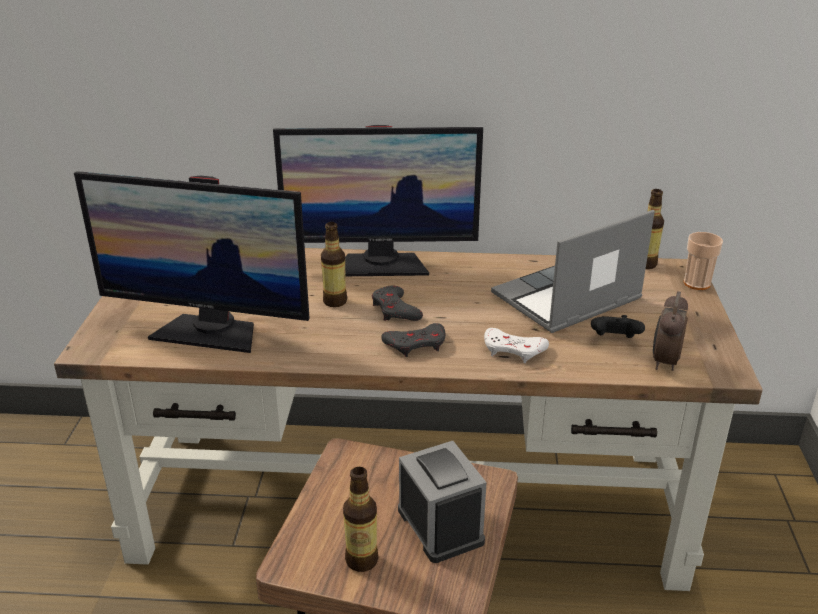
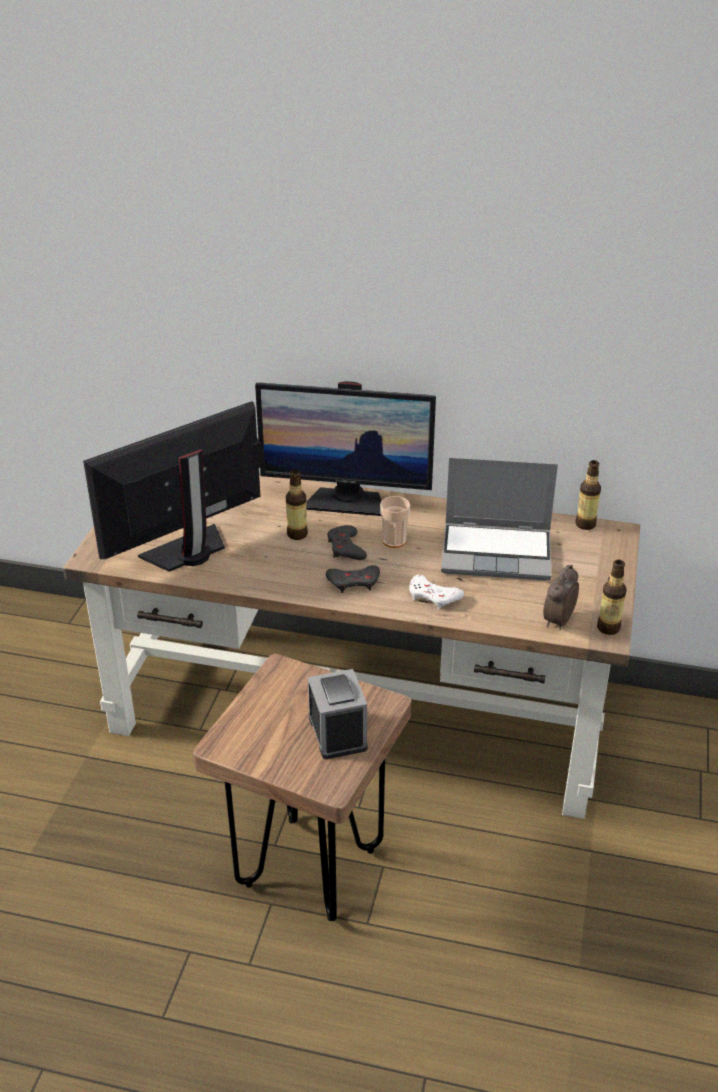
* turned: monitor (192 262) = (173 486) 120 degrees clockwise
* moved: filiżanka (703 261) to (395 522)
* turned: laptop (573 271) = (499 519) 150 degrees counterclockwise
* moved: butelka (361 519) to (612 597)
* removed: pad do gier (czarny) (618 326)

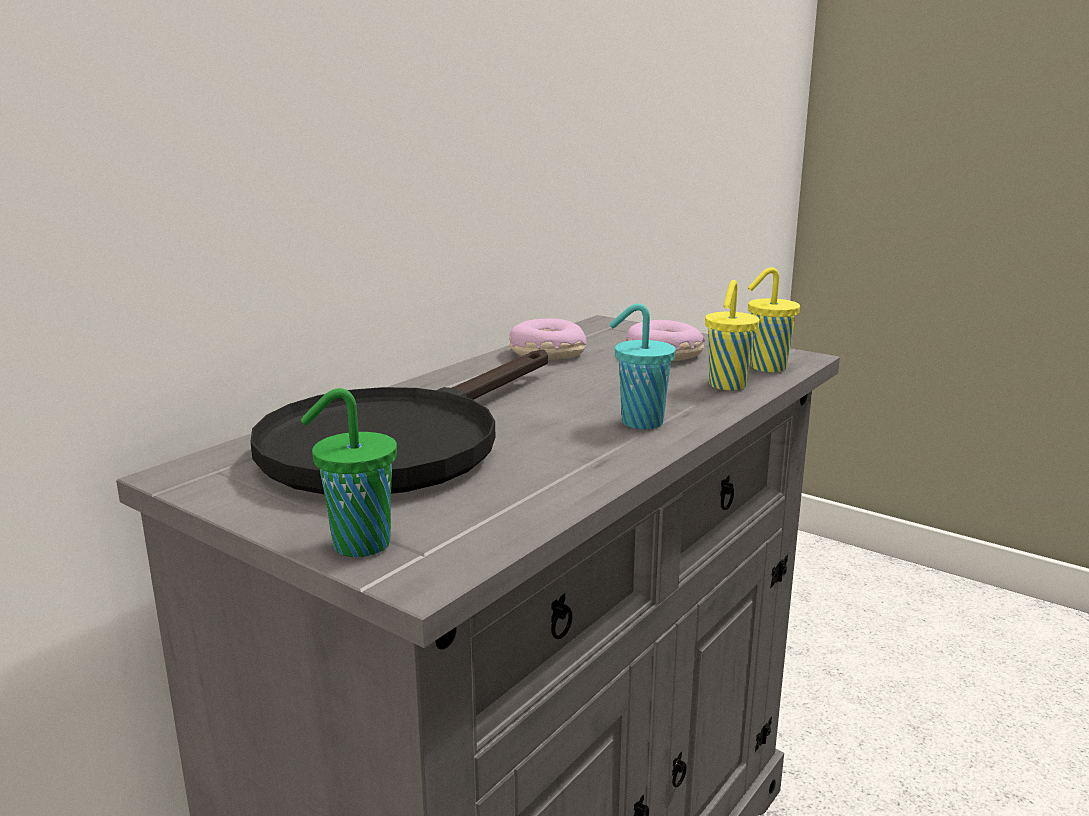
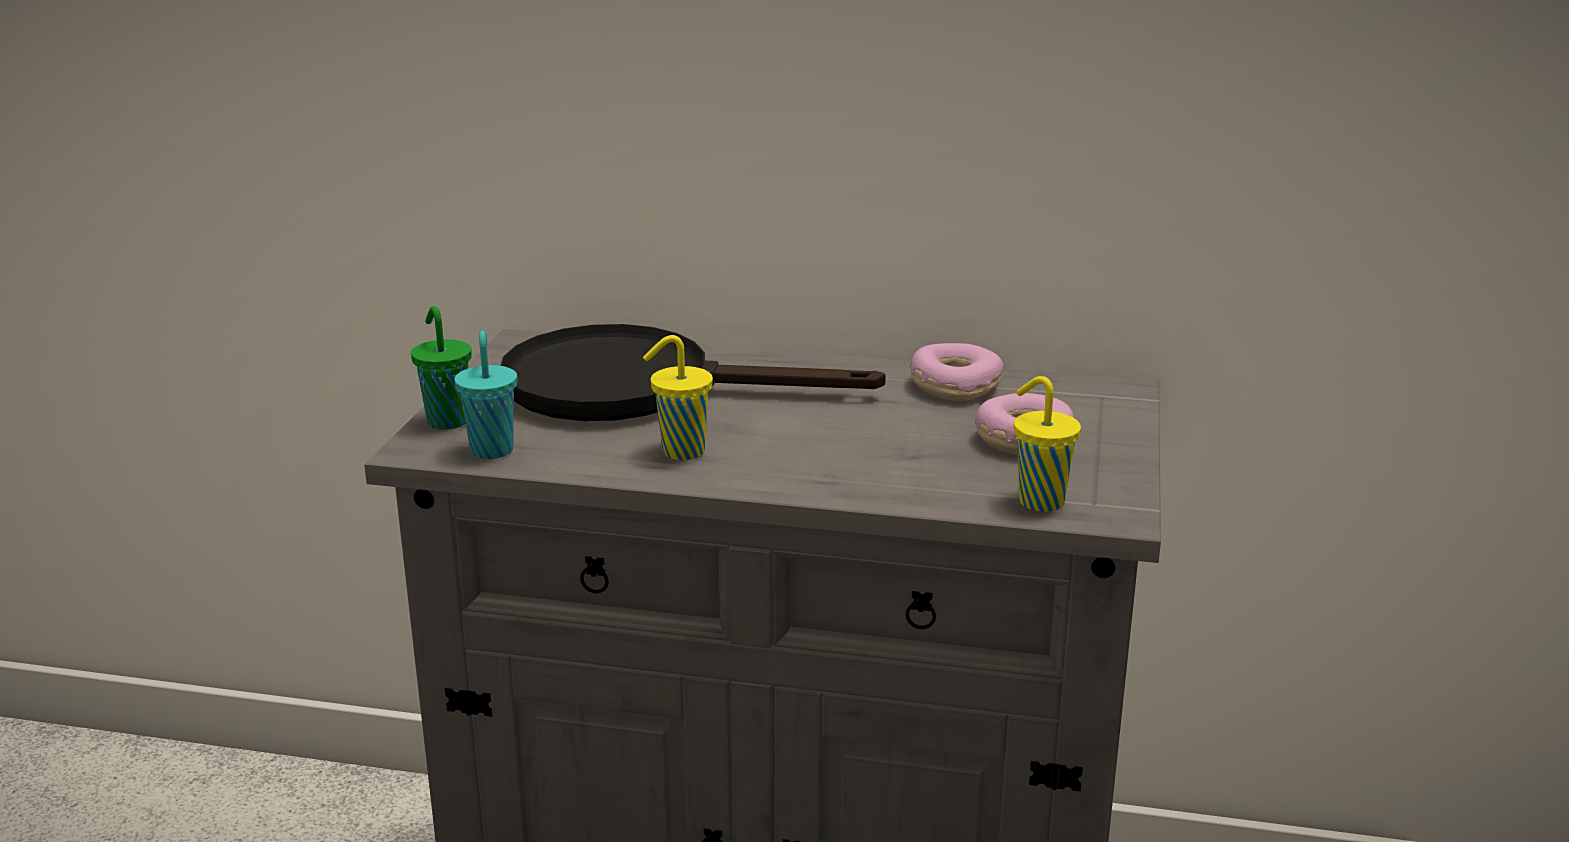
* moved: filiżanka (turkusowy) (643 367) to (485 395)
* moved: filiżanka (żółty) (732 335) to (678 397)

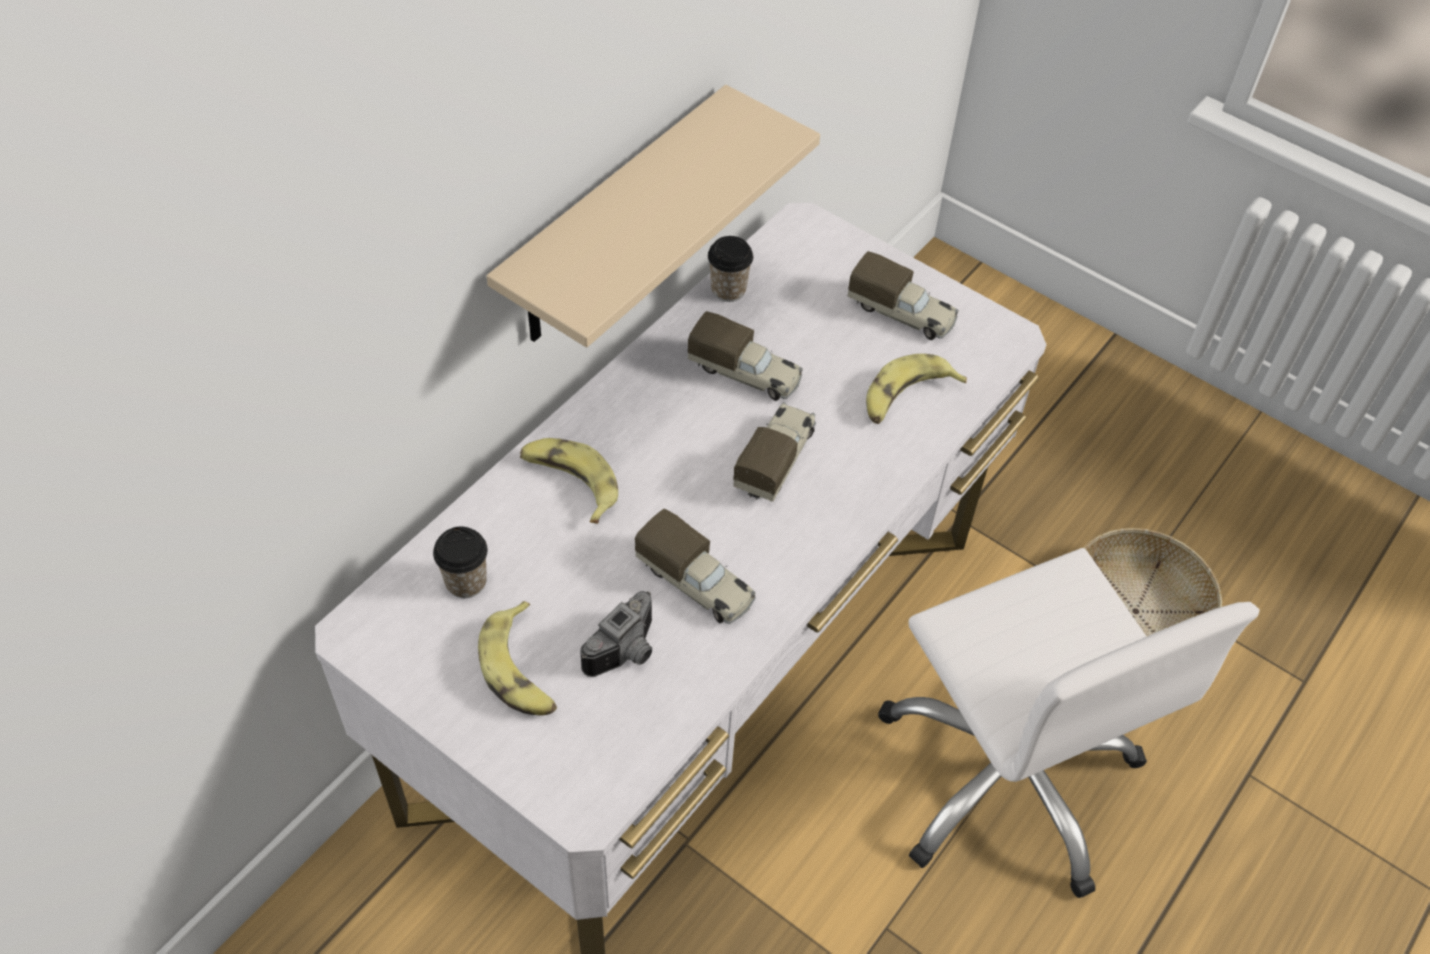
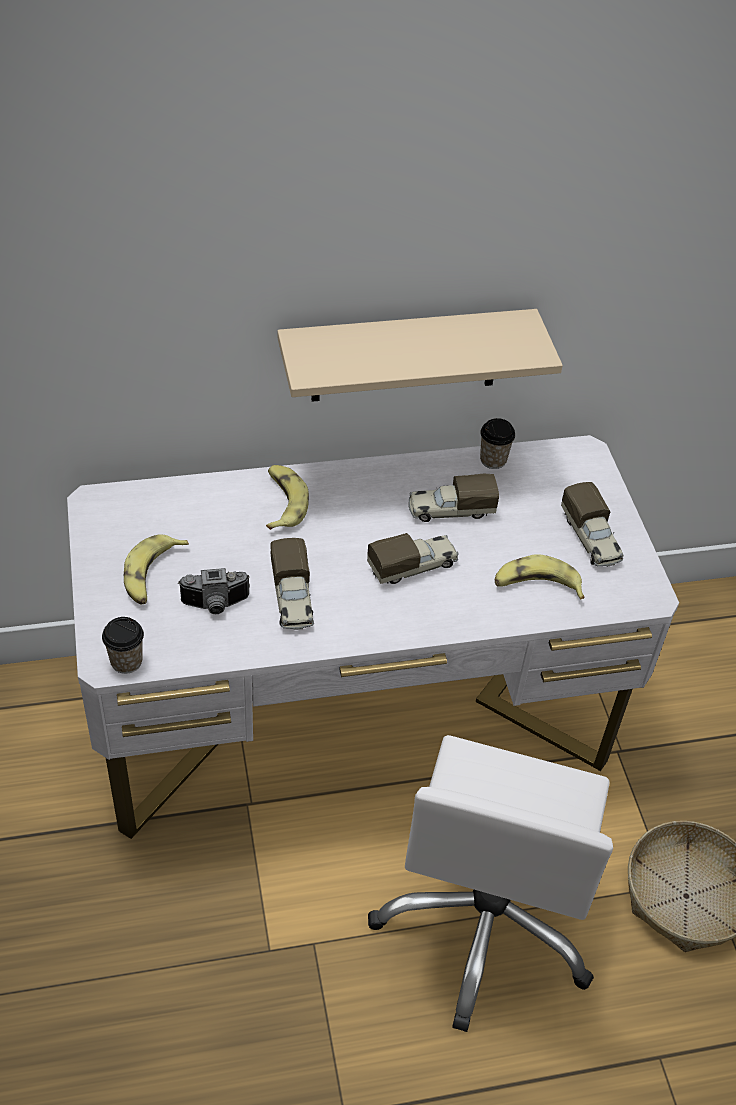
* moved: filiżanka (460 562) to (123 645)
* turned: ciężarówka zabawkowa (745 356) = (453 498) 105 degrees clockwise

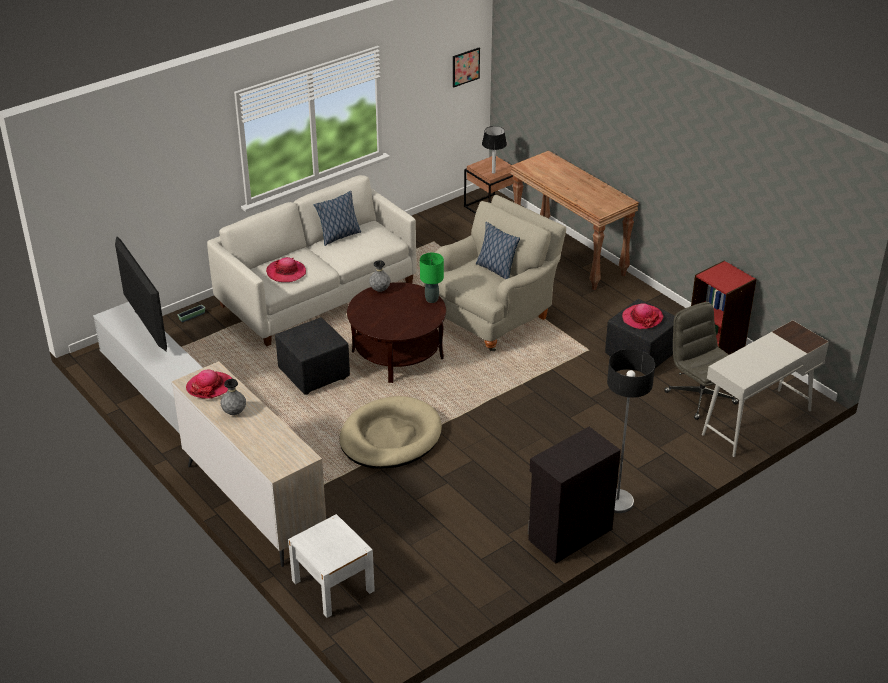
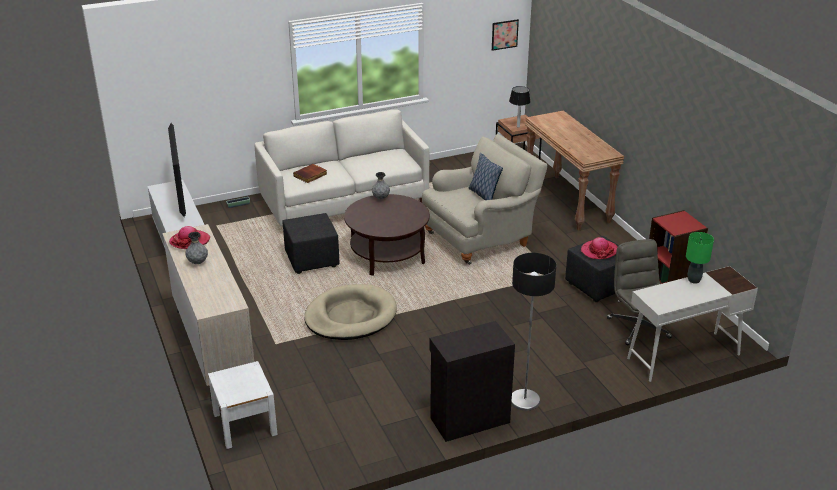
* replaced: kapelusz (286 269) to książka (310 173)
* moved: lampa stołowa (zielony) (432 278) to (700 258)
* removed: poduszka (337 218)

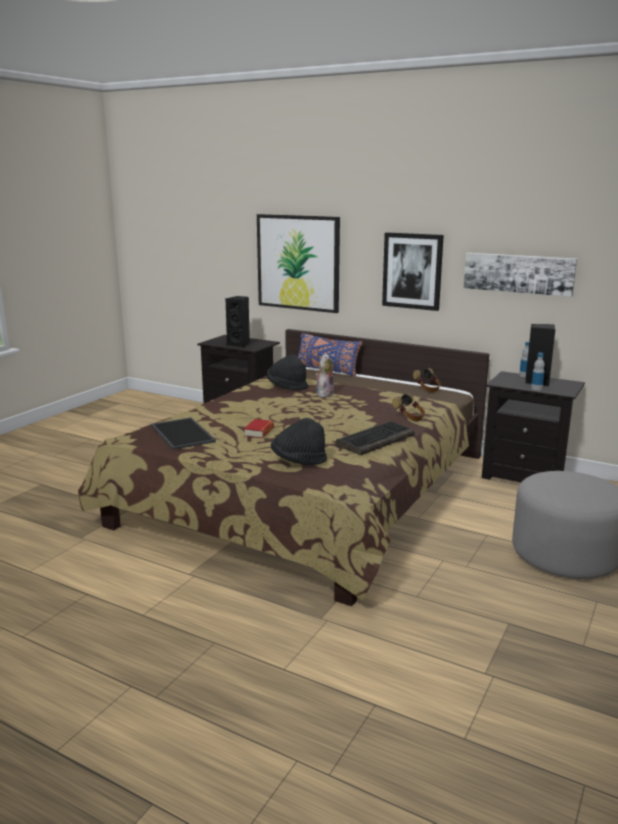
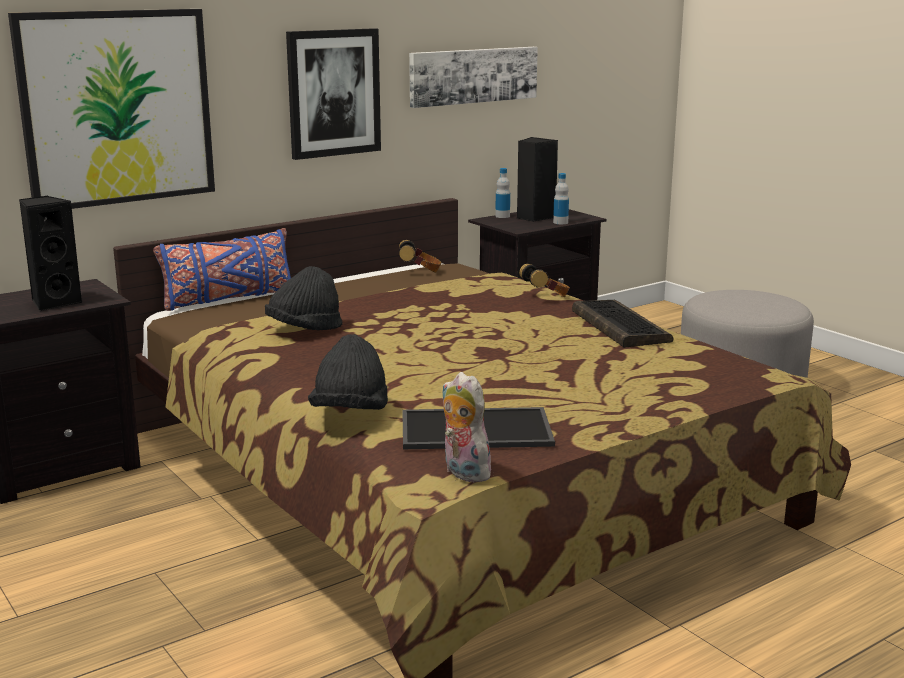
* moved: kapelusz (czarny) (299 441) to (348 372)
* moved: pluszak (325 375) to (467 427)
* removed: książka (259 428)

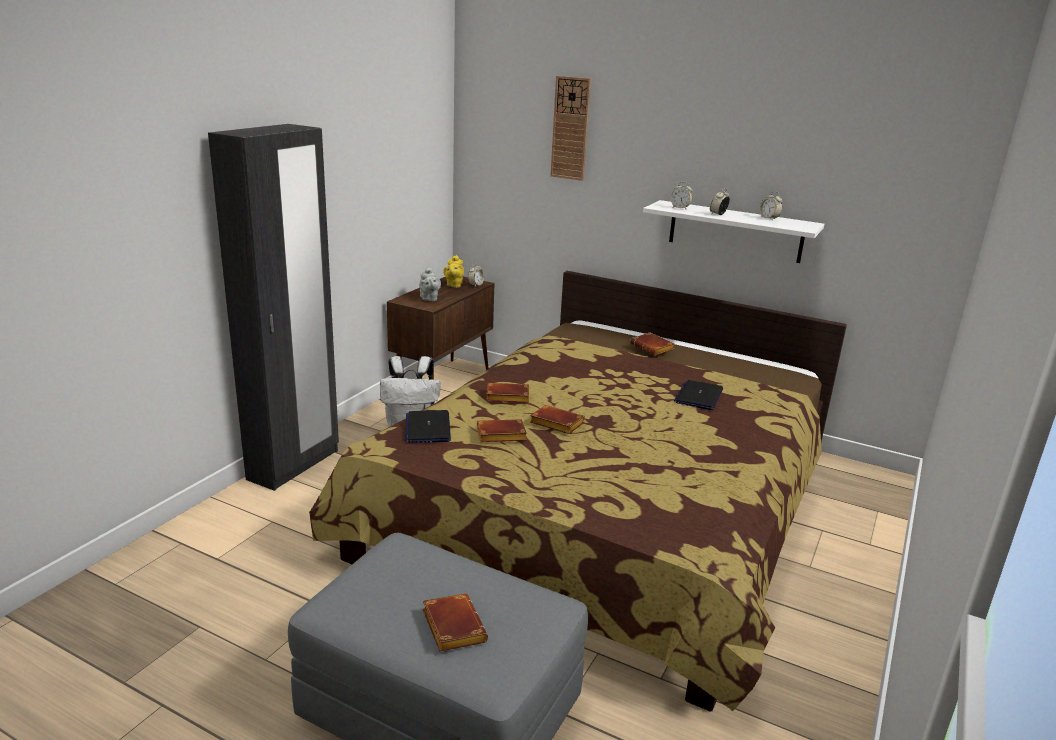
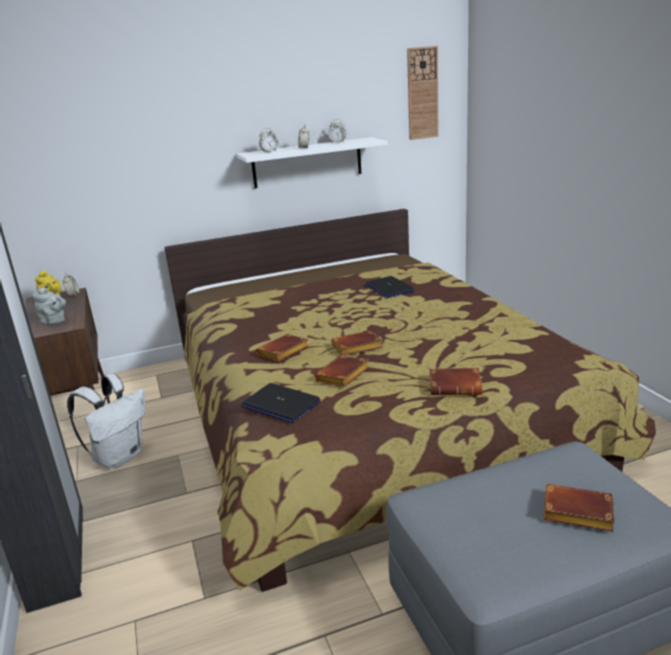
* moved: zegar ścienny (570 128) to (422 93)
* moved: książka (brązowy) (652 344) to (456 381)

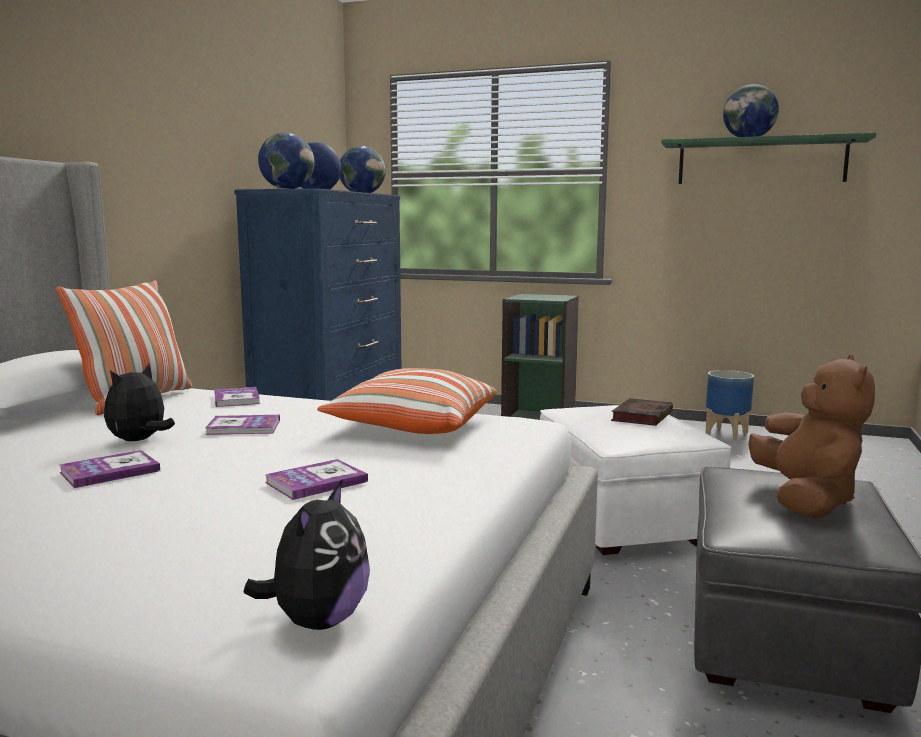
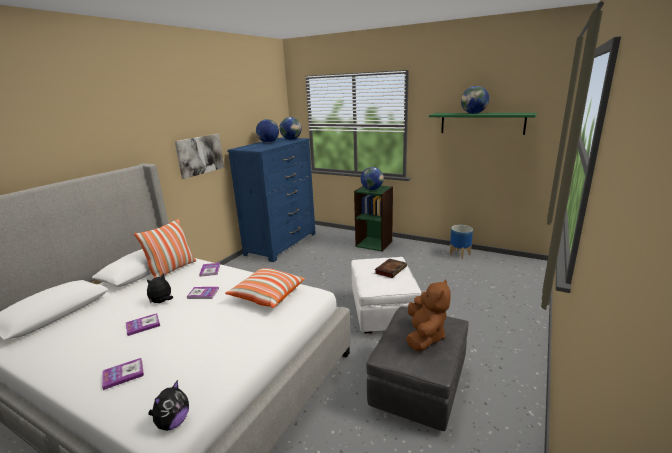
* moved: książka (316 479) to (123 374)
* added: obraz (199 156)
* moved: globus (286 161) to (372 178)

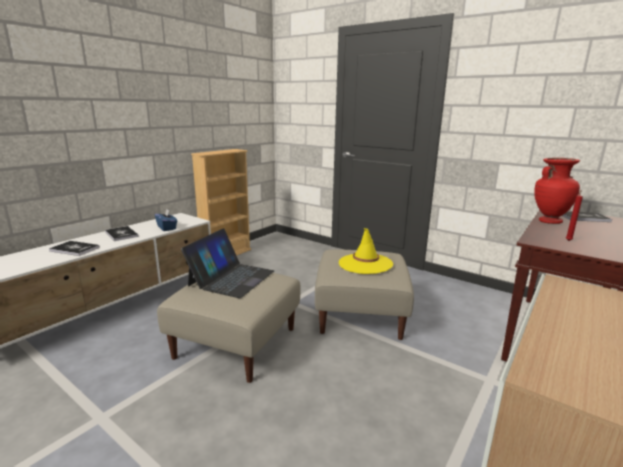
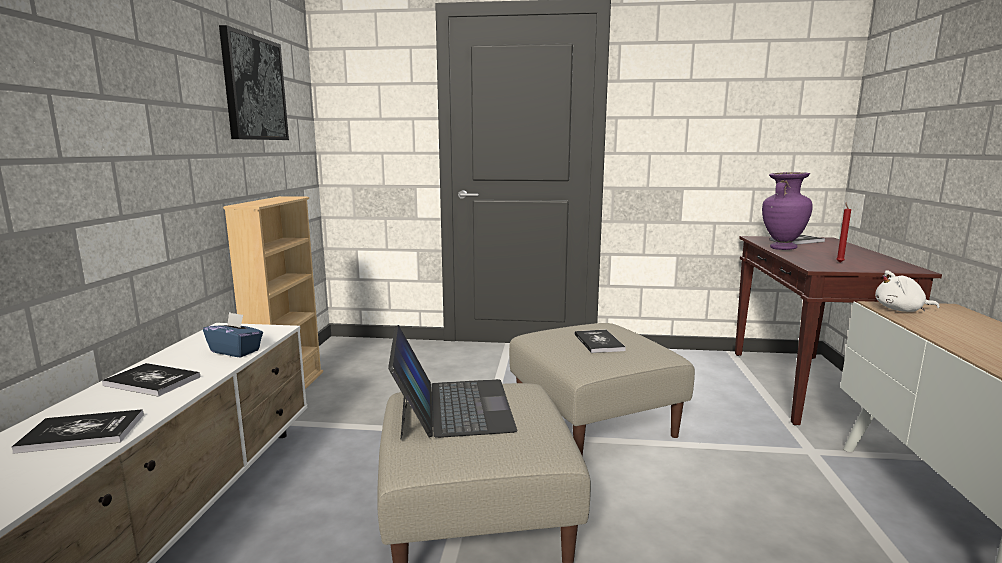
* added: obraz (254 82)
* replaced: kapelusz (żółty) (366 251) to książka (600 341)
* recoloured: wazon (czerwony) (557 191) to wazon (fioletowy) (787 211)
* added: pluszak (biały) (907 291)

